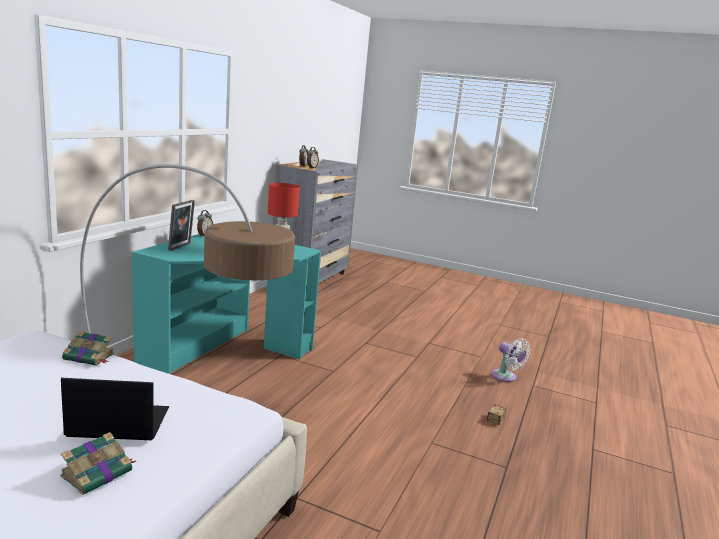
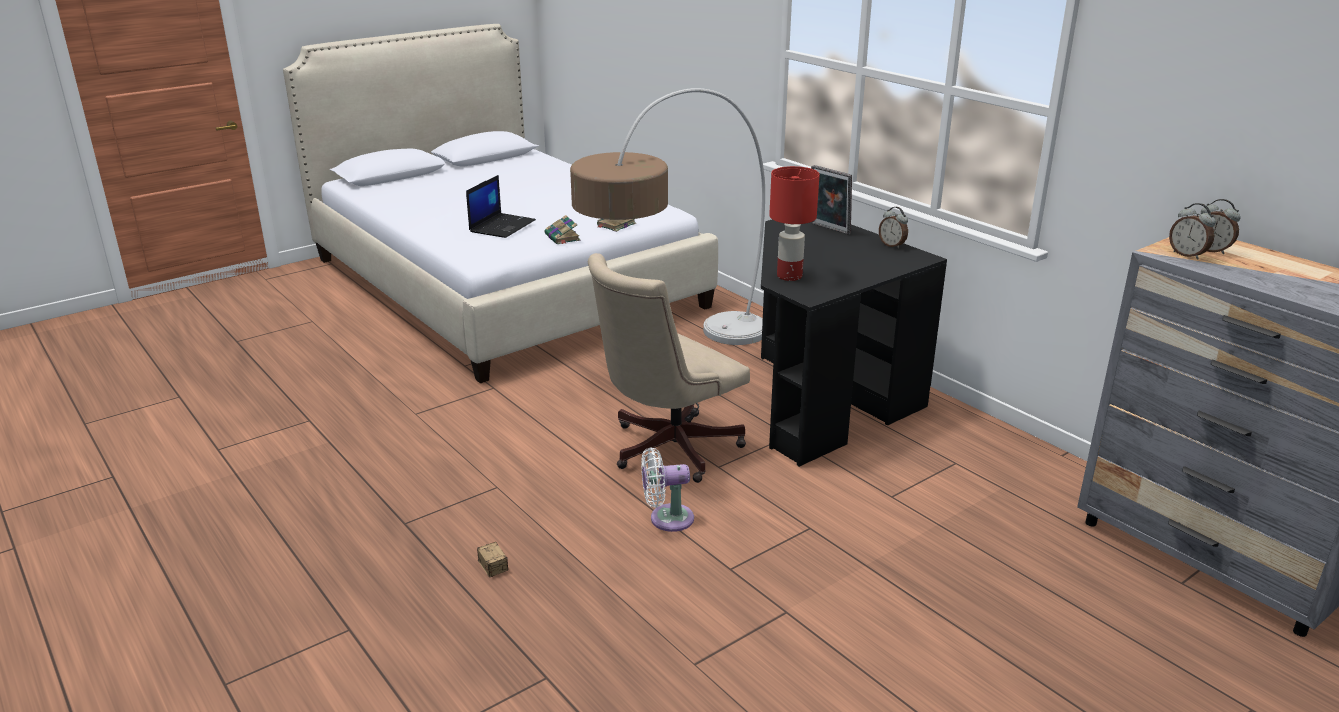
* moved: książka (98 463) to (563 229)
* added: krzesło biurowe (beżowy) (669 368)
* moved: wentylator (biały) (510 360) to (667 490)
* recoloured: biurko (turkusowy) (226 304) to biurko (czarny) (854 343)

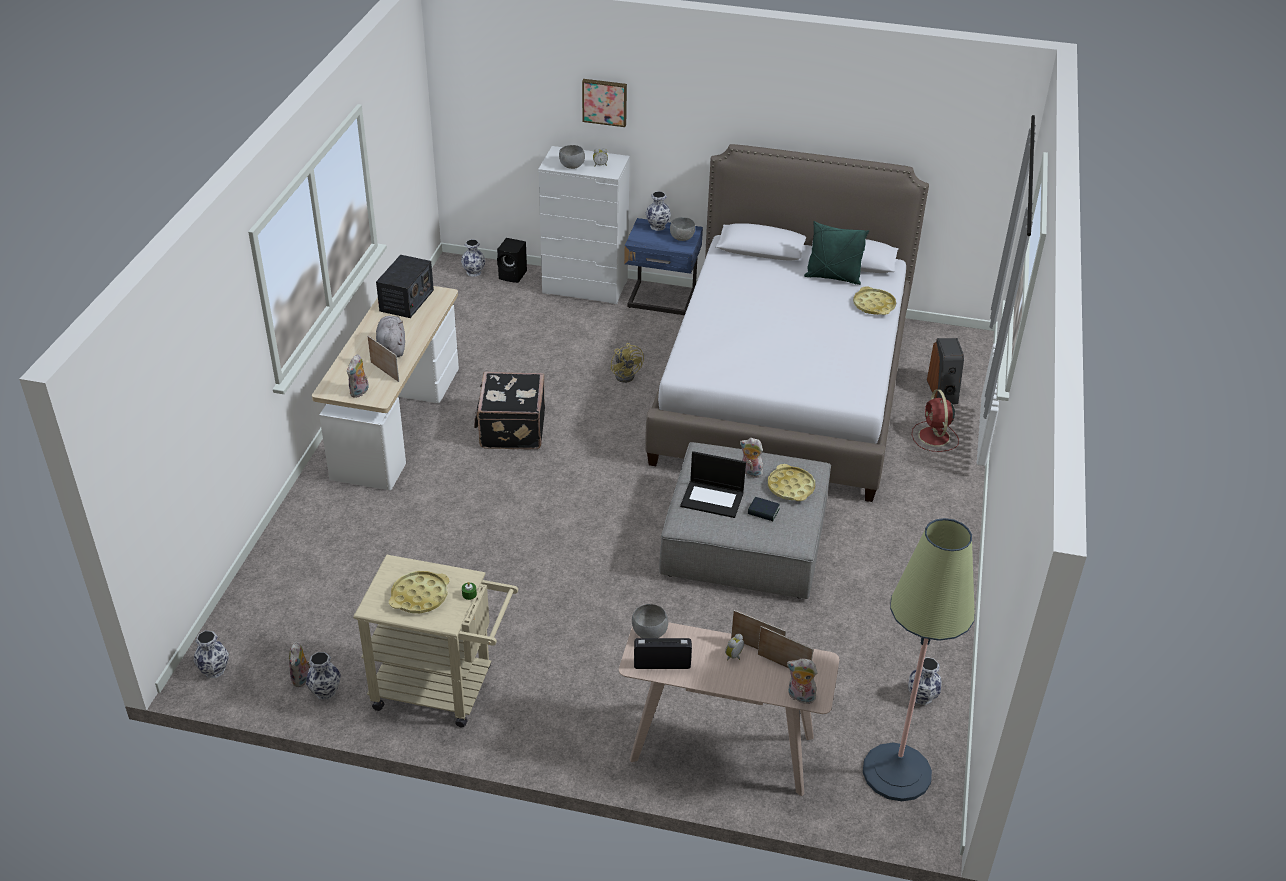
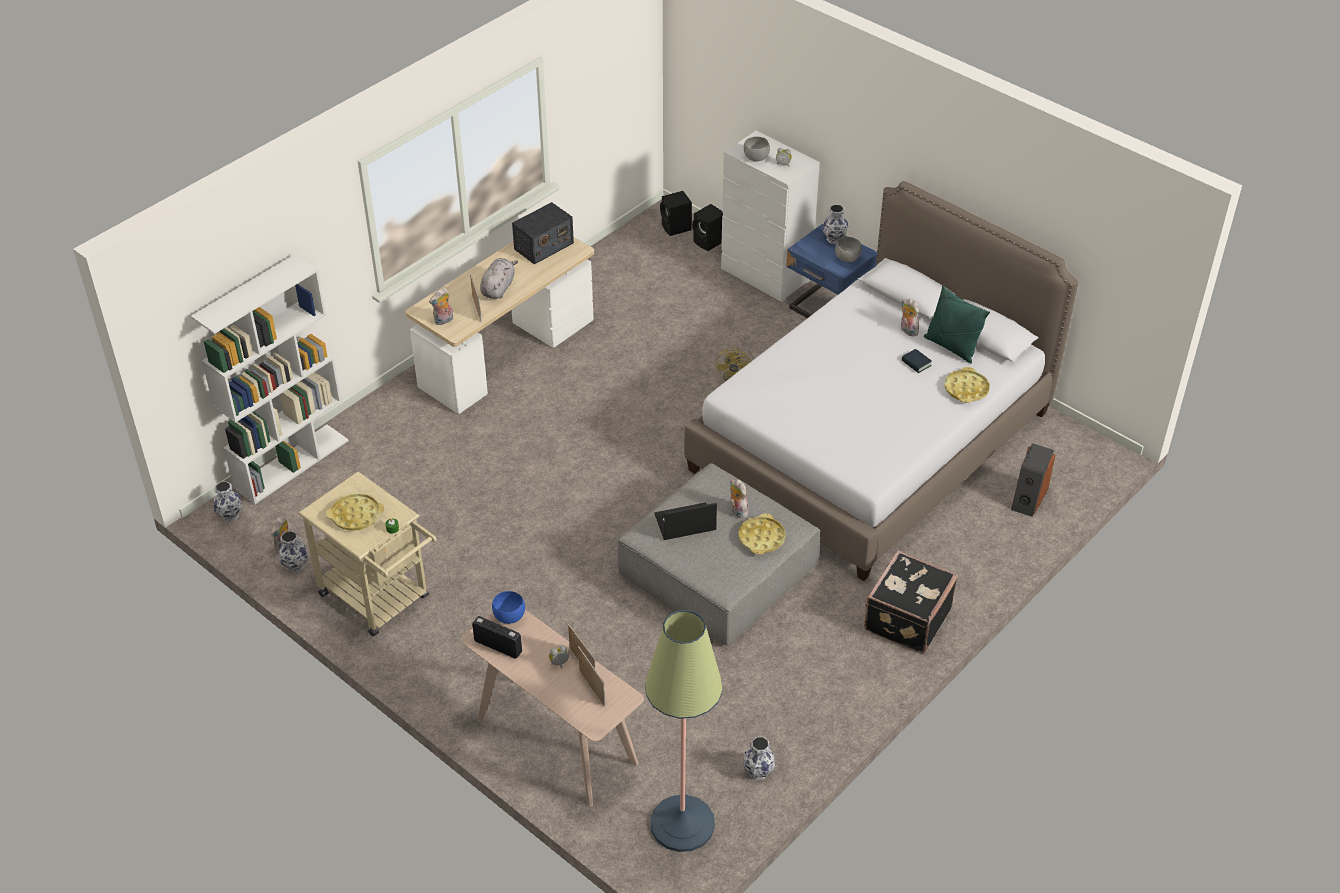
* added: regał (biały) (270 379)
* recoloured: miska (szary) (650 621) to miska (niebieski) (508 607)
* turned: laptop (713 484) = (686 521) 120 degrees clockwise
* replaced: wazon (473 258) to głośnik (czarny) (676 213)
* moved: walizka (czarny) (509 410) to (911 601)
* moved: pluszak (802 681) to (910 317)
* moved: książka (764 509) to (917 361)
* removed: obraz (604 103)
* removed: wentylator (czerwony) (935 420)

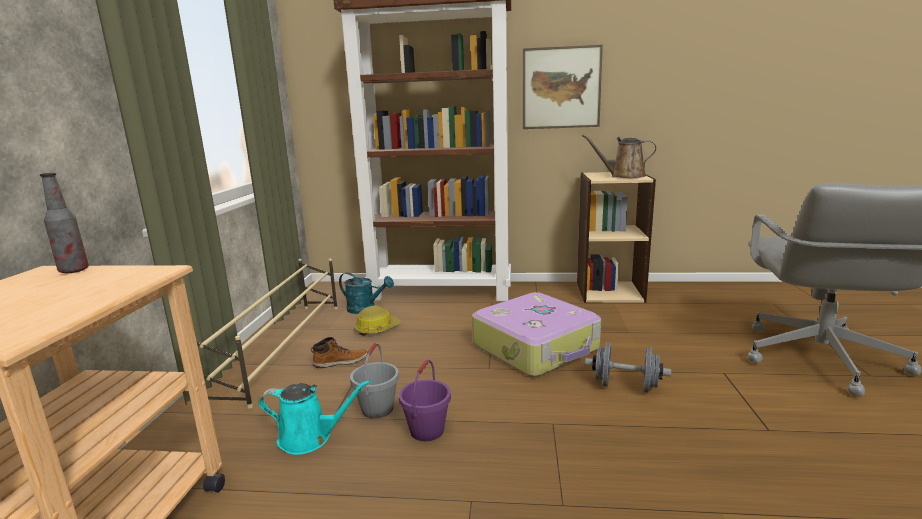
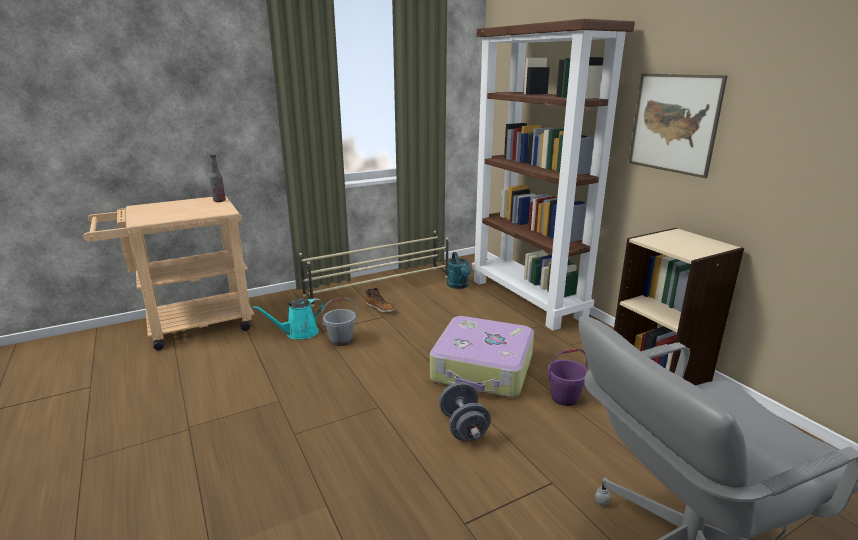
* turned: konewka (turkusowy) (314 417) = (288 318) 90 degrees clockwise
* moved: wiadro (fioletowy) (425 400) to (568 377)
* removed: kask (377 320)
* removed: konewka (brązowy) (619 156)

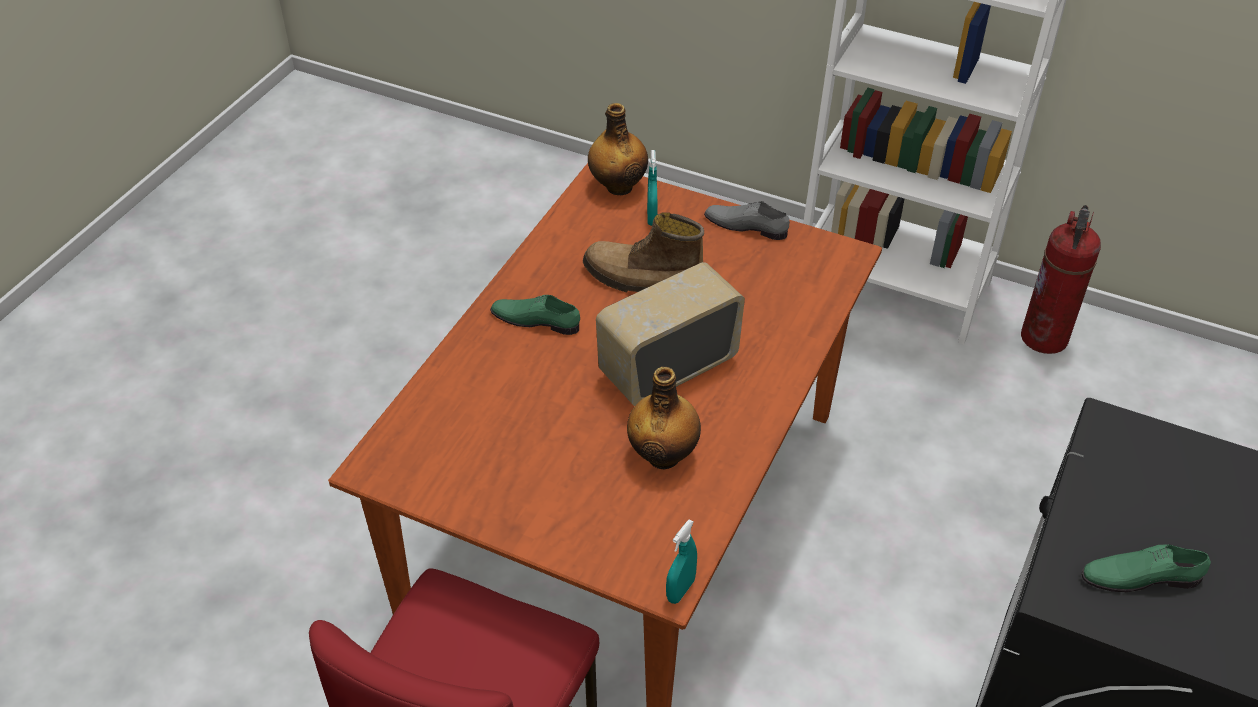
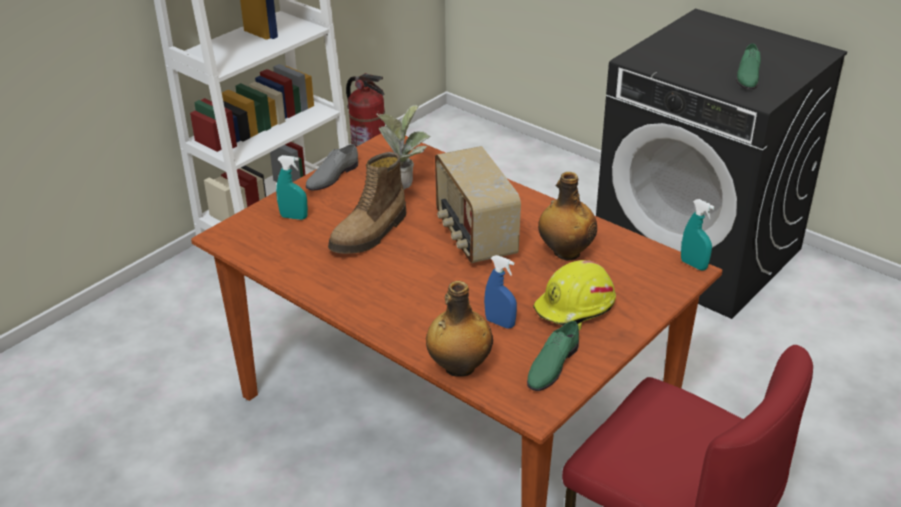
* added: roślina doniczkowa (403 147)
* moved: butelka (618 149) to (459 329)
* added: spryskiwacz (niebieski) (500 291)
* moved: but (zielony) (535 315) to (553 356)
* added: kask (żółty) (574 295)

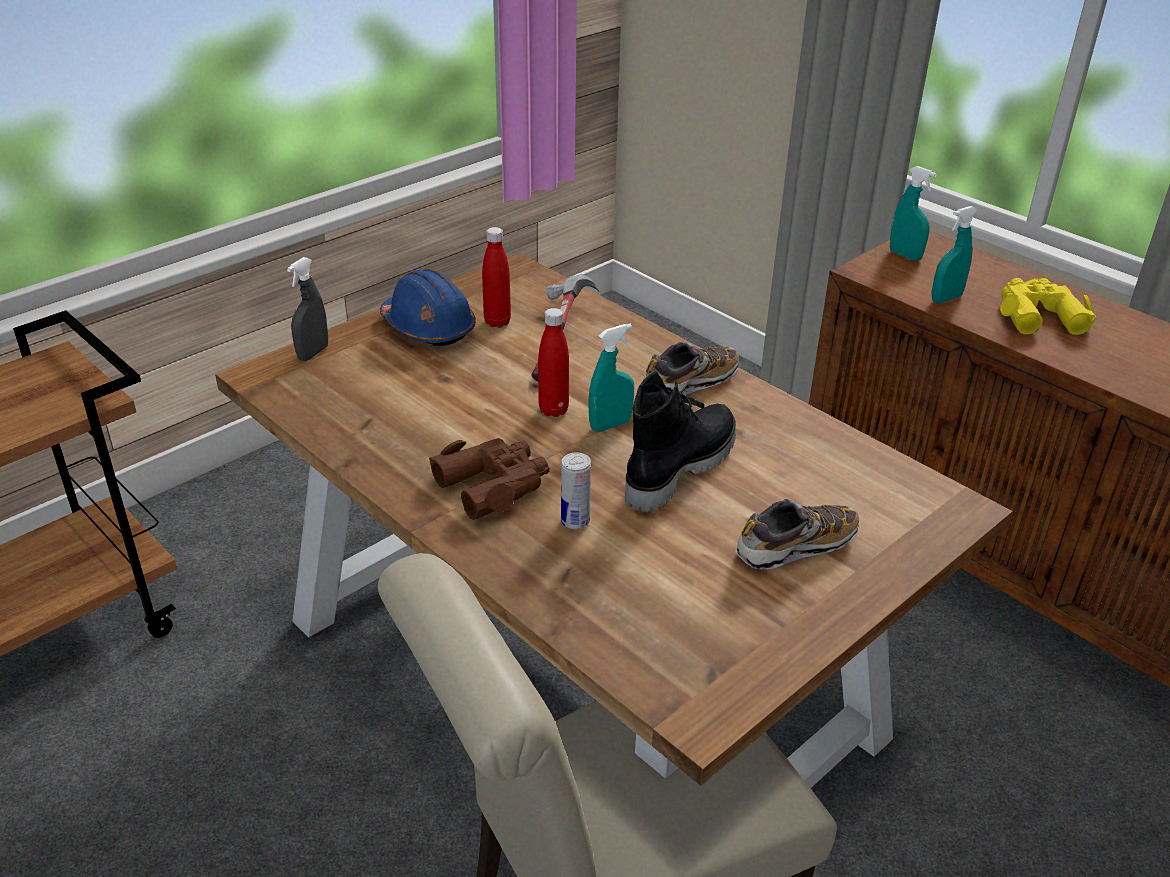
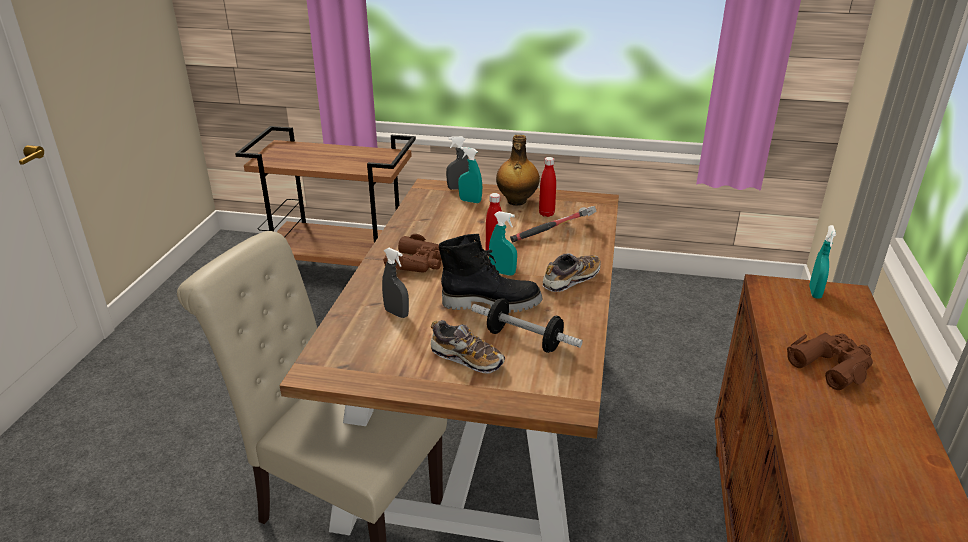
* added: spryskiwacz (szary) (395 283)
* moved: spryskiwacz (turkusowy) (955 254) to (470 175)
* added: hantel (527 325)
* replaced: kask (niebieski) (427 307) to butelka (518 170)
* turned: but (691 368) = (571 272) 60 degrees counterclockwise
* recoloured: lornetka (żółty) (1048 306) to lornetka (brązowy) (830 361)
* removed: puszka (576 490)

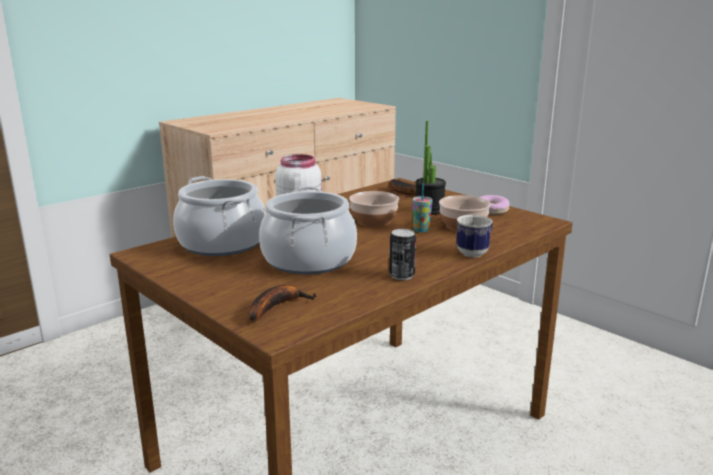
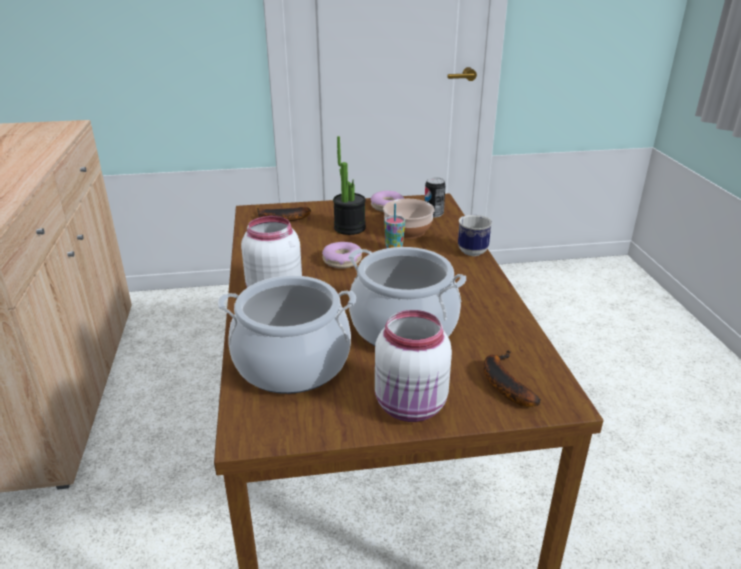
* replaced: miska (374 209) to donut (342 255)
* added: słoik (biały) (413 366)
* moved: puszka (402 254) to (435 197)

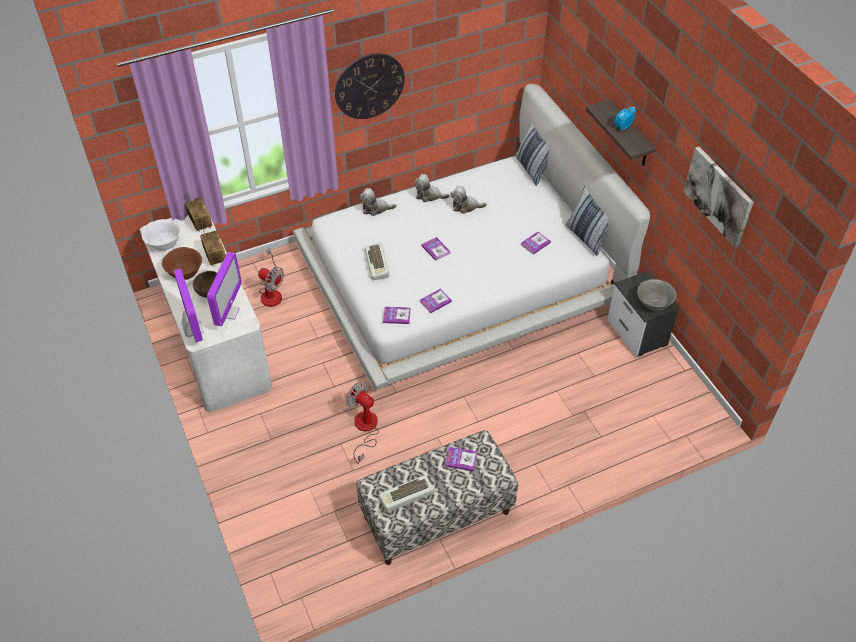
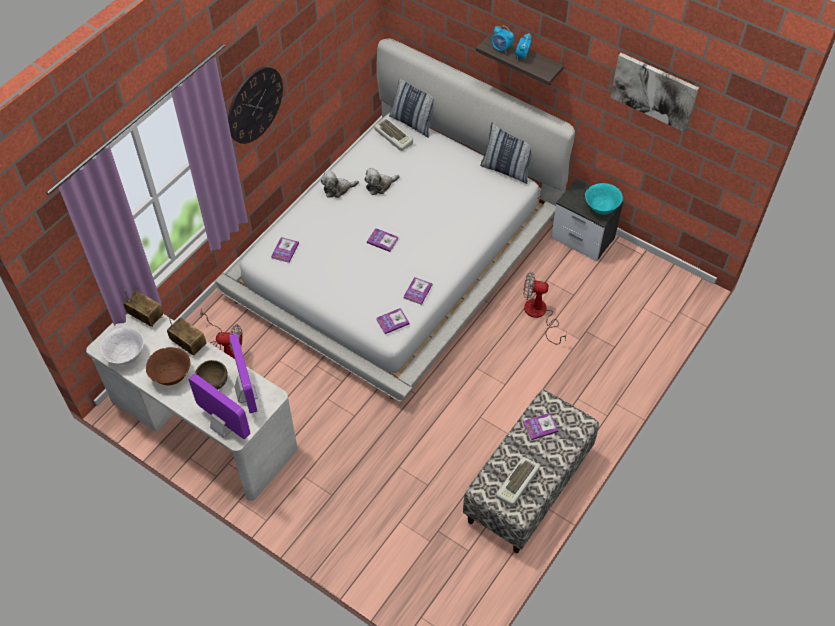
* moved: książka (536 243) to (285 250)
* moved: klawiatura (377 261) to (393 134)
* added: budzik (503 40)
* moved: wentylator (362 423) to (545 308)
* recoloured: miska (szary) (657 295) to miska (turkusowy) (604 199)
* removed: pluszak (378 202)

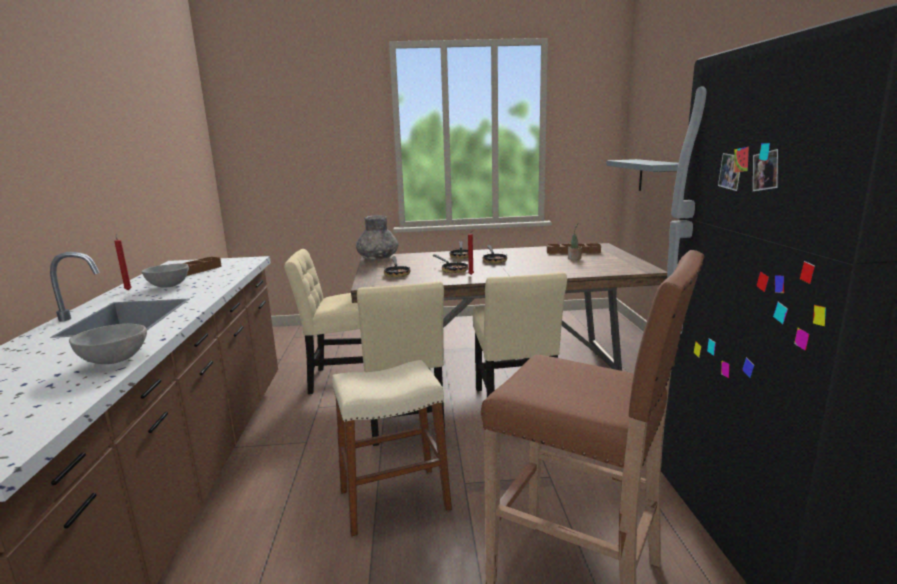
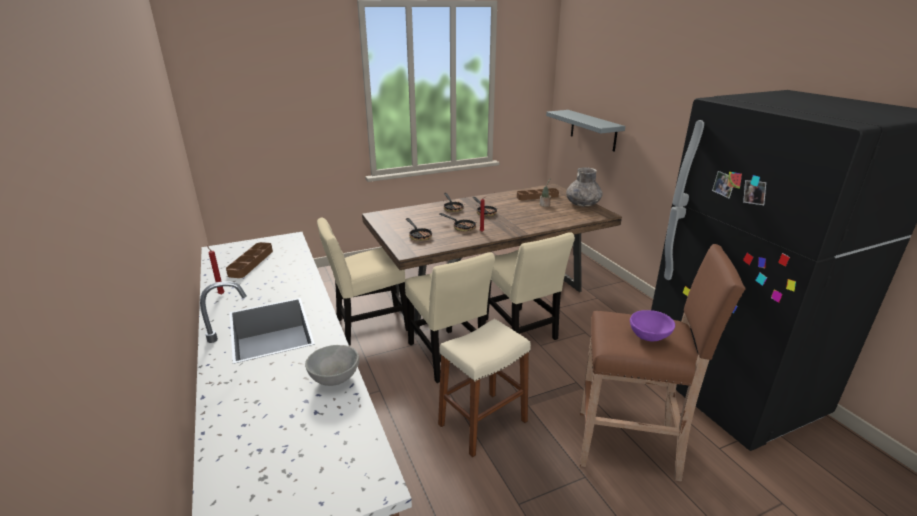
* moved: wazon (szary) (377 237) to (584 186)
* added: miska (fioletowy) (652 326)
* removed: miska (szary) (165 276)

